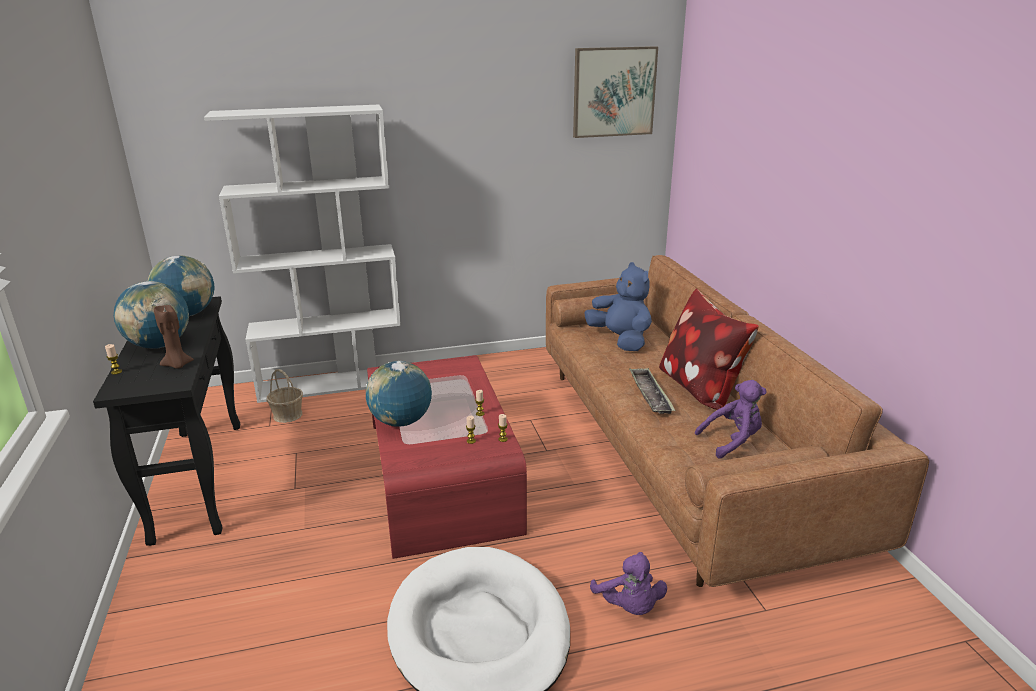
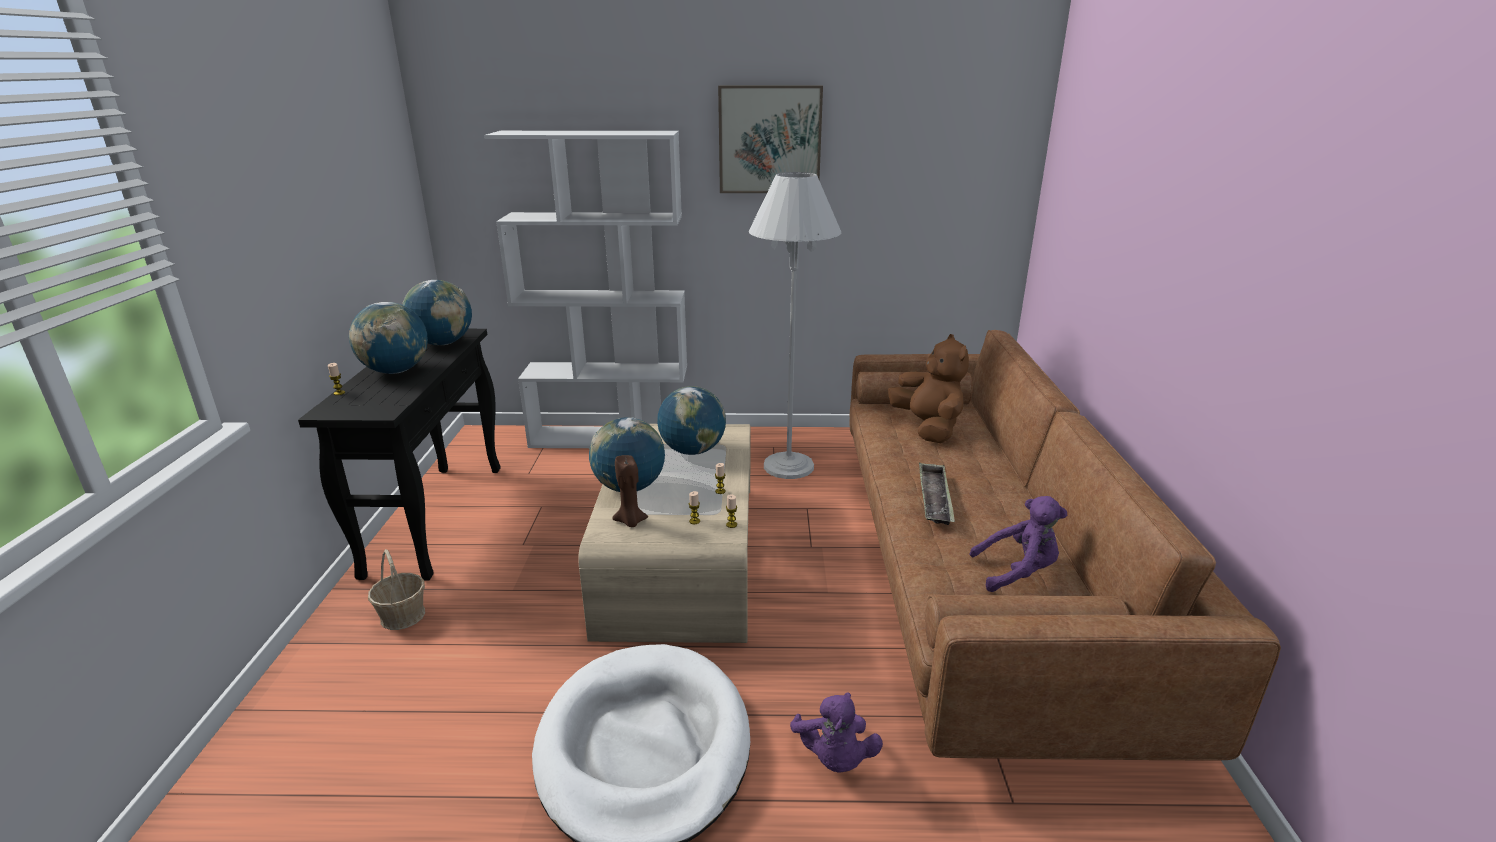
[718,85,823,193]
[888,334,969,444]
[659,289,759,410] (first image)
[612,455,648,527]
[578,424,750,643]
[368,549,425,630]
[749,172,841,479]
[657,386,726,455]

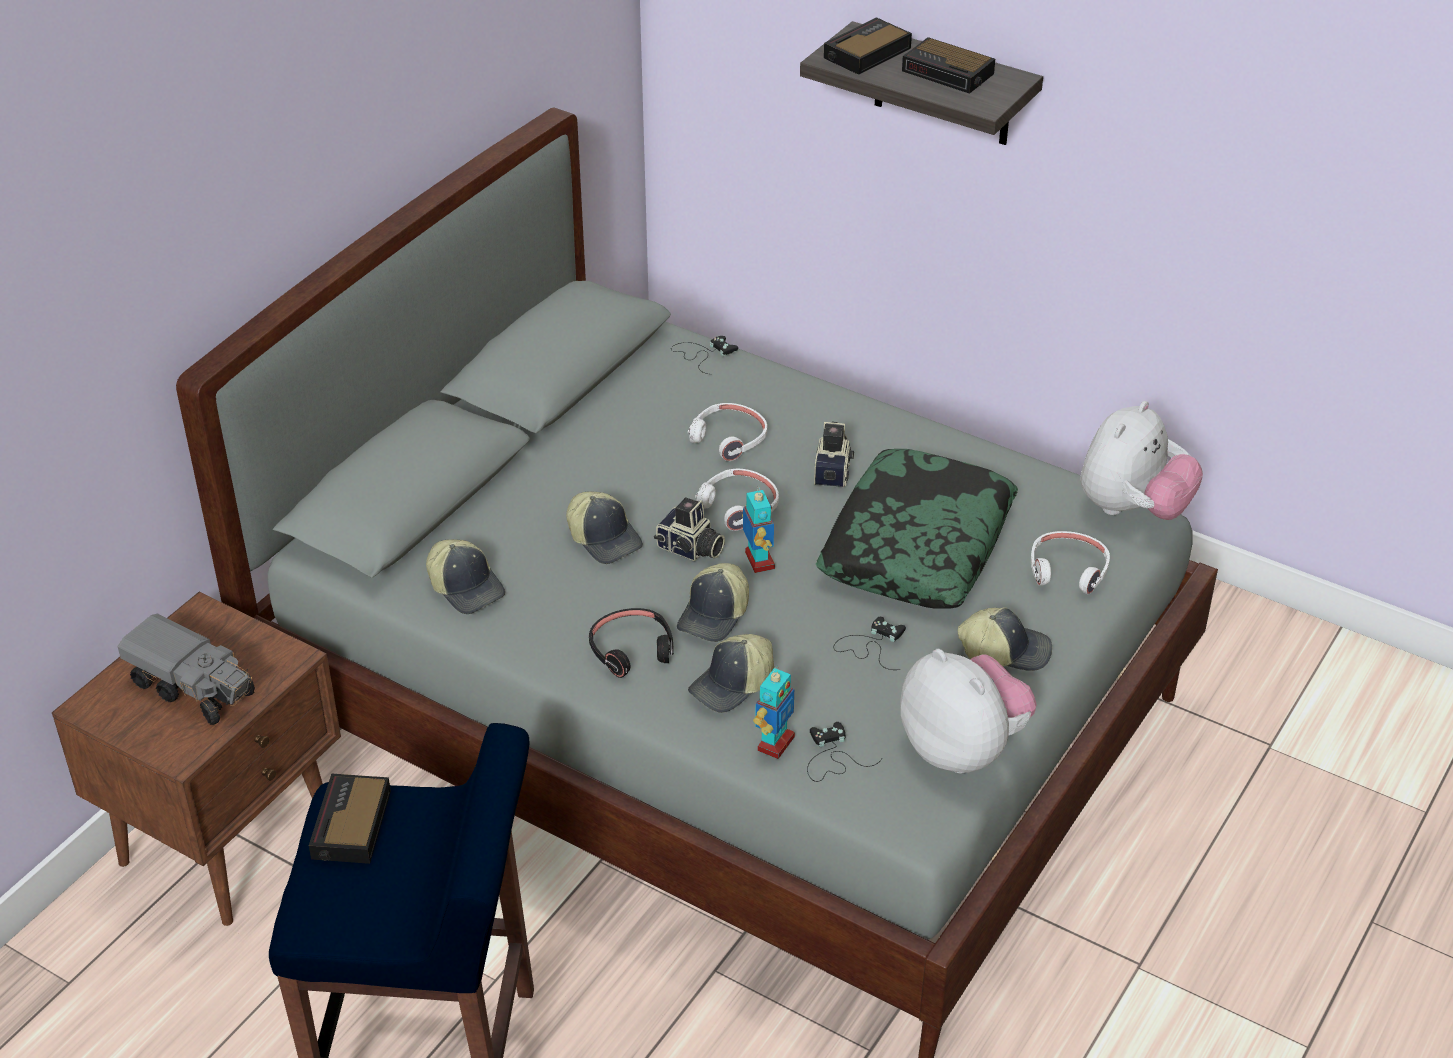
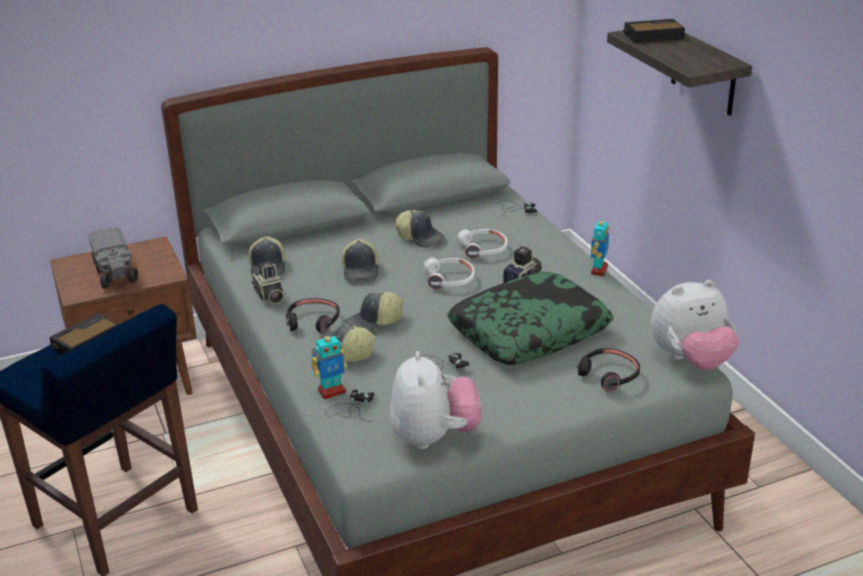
[902,37,995,94] (first image)
[591,217,609,276]
[252,261,284,305]
[577,348,640,392]
[395,210,445,248]

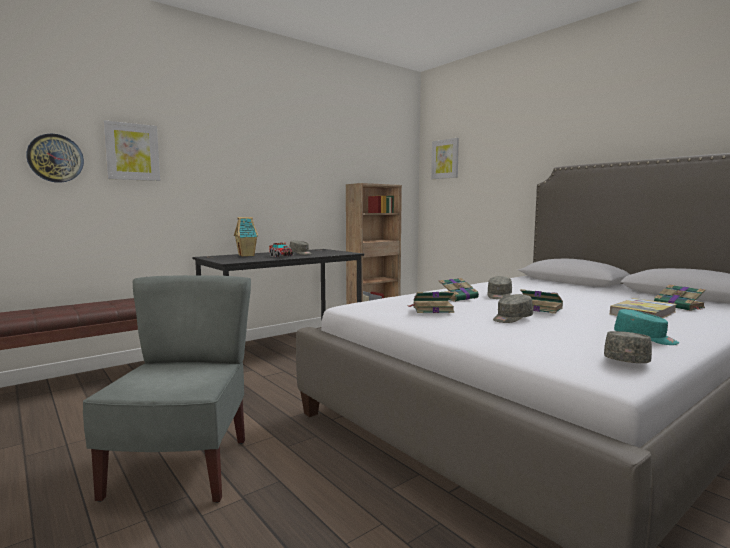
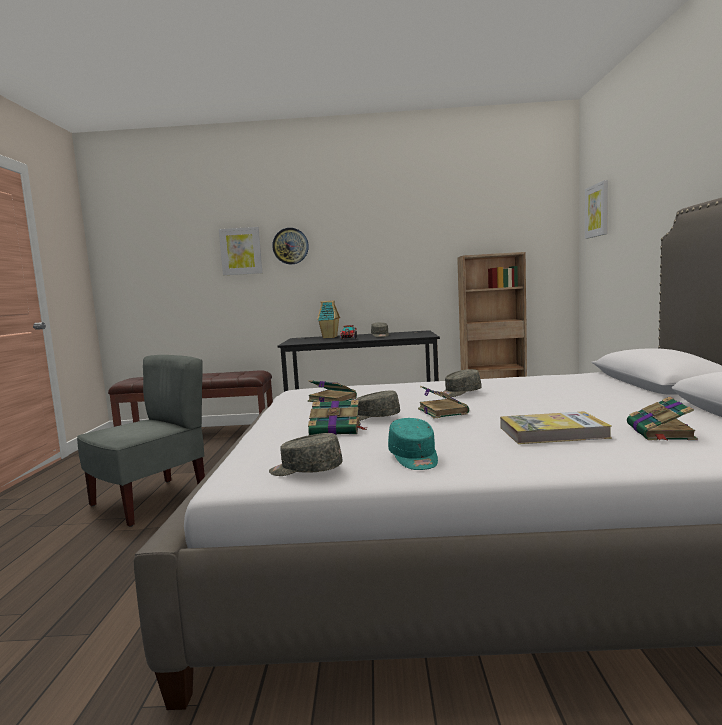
[272,228,309,264]
[308,400,367,435]
[269,433,342,476]

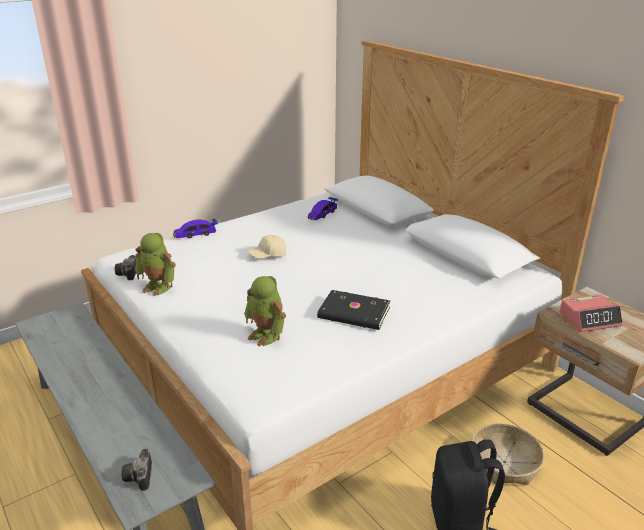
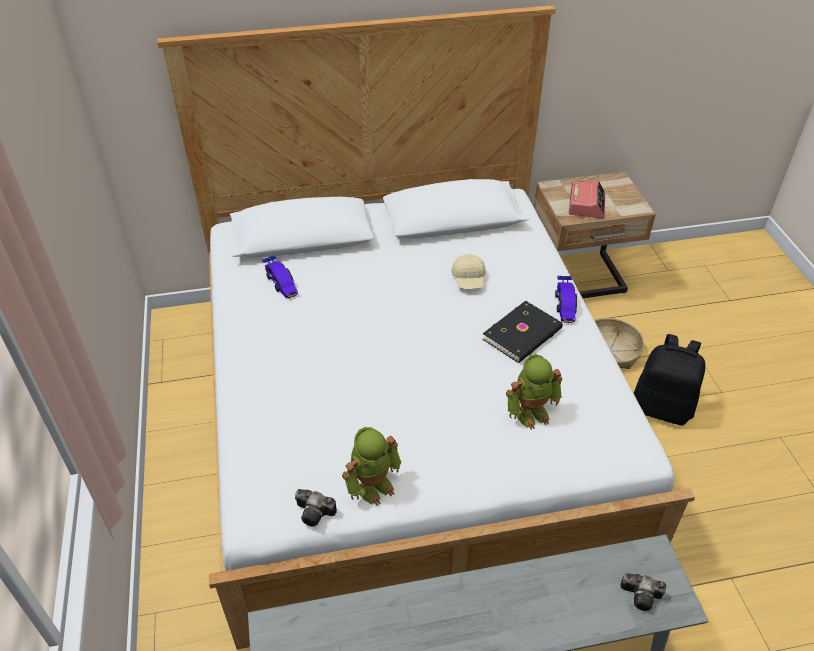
[555,276,577,323]
[451,254,486,289]

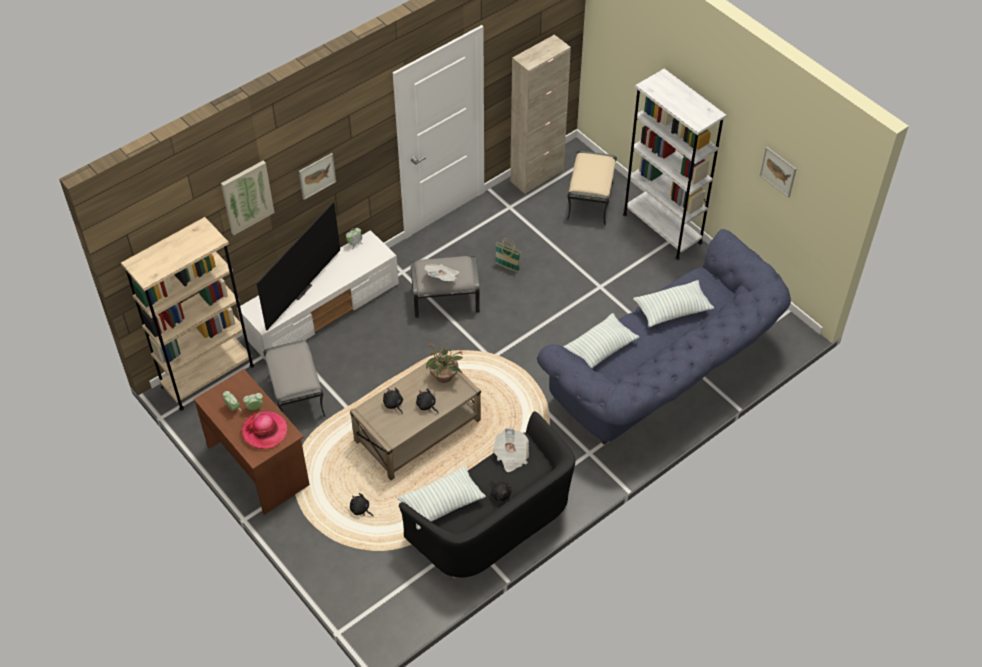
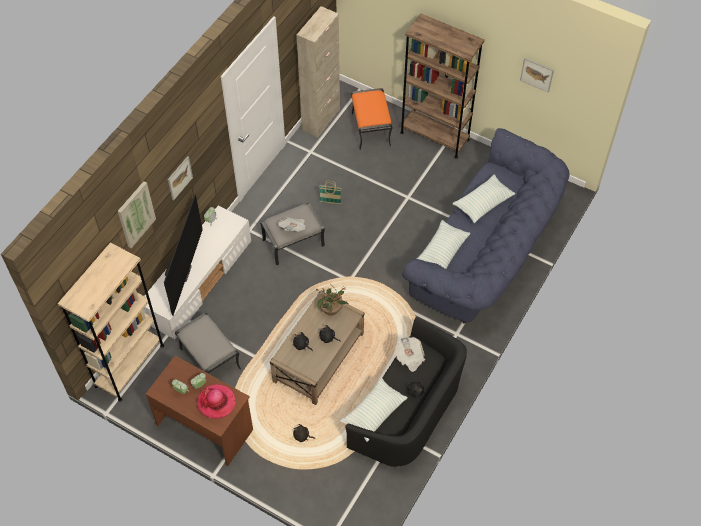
[400,13,485,159]
[351,88,393,150]

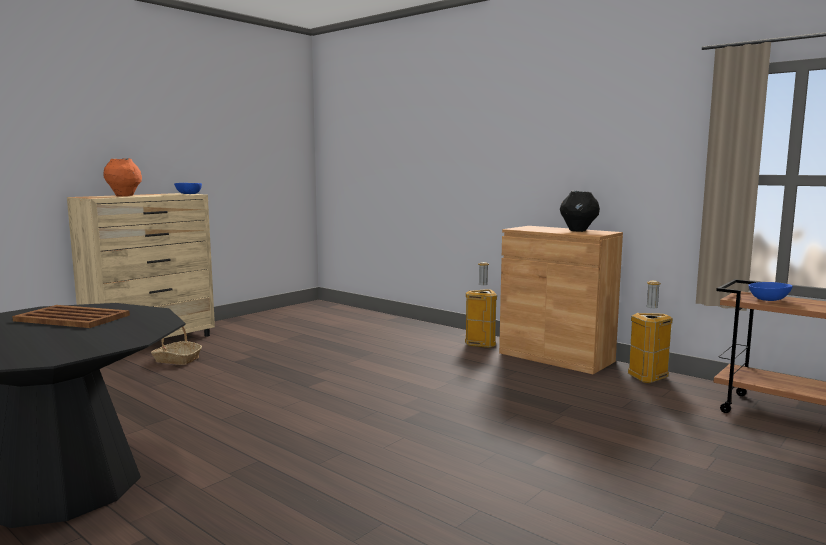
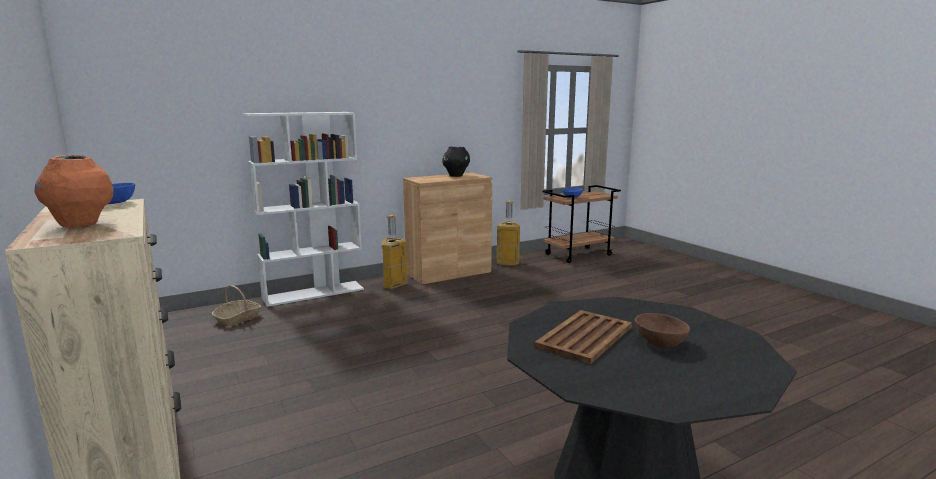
[212,285,261,326]
[243,112,364,307]
[635,313,690,348]

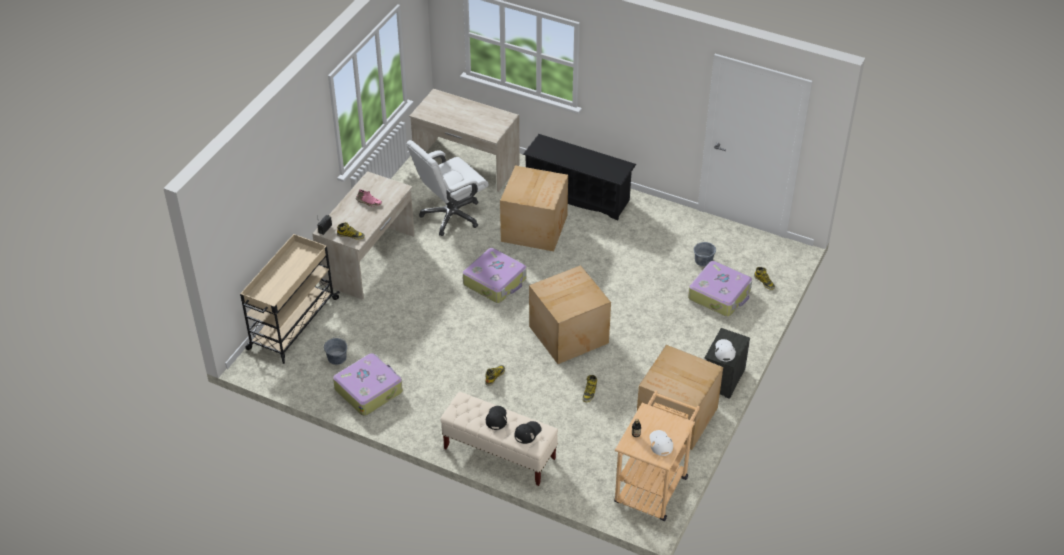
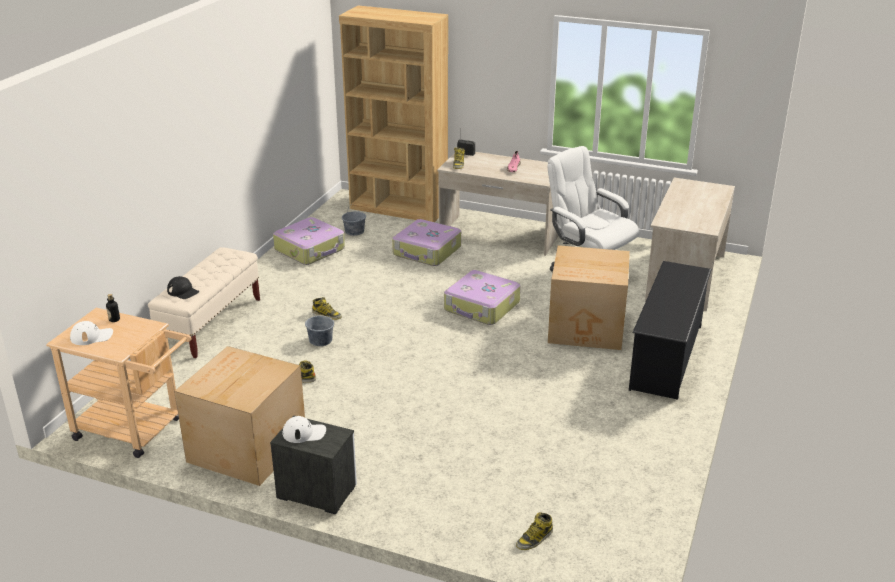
[339,5,448,222]
[305,308,334,346]
[392,219,461,266]
[529,265,611,364] (first image)
[486,406,507,430] (first image)

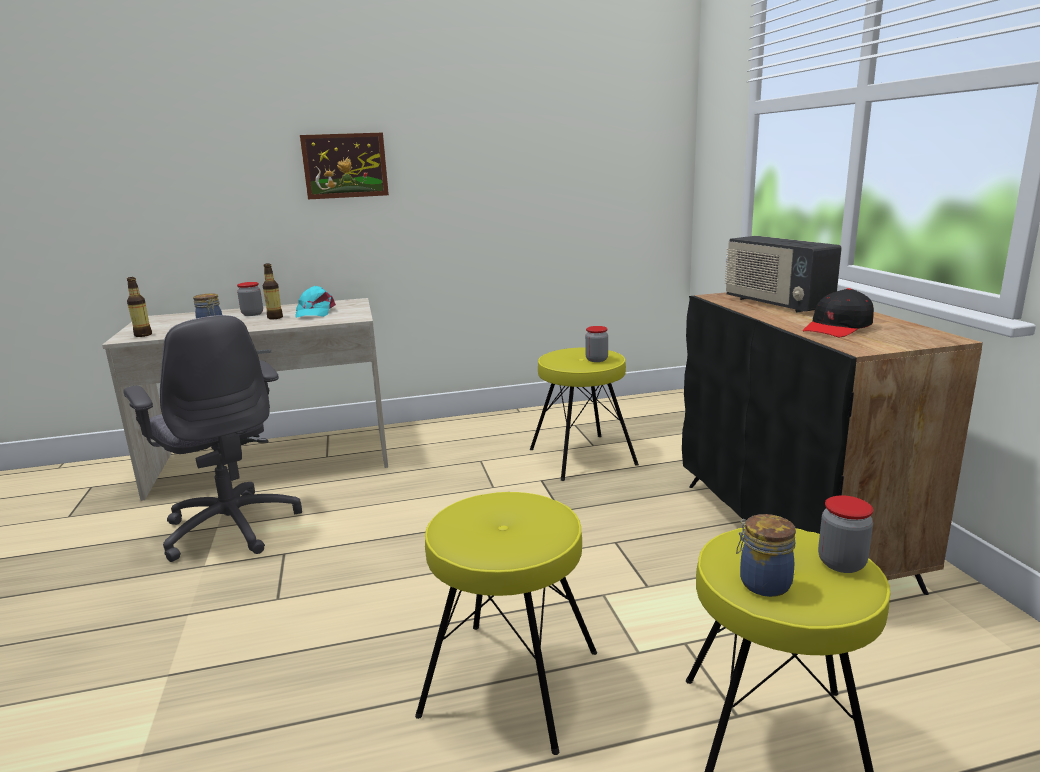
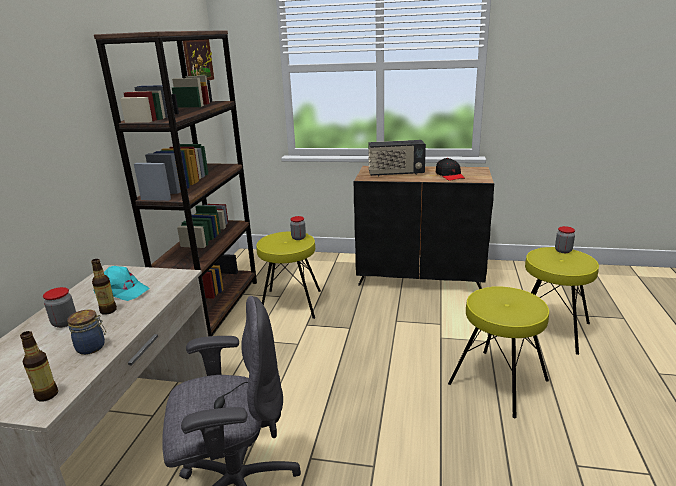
[183,39,214,80]
[736,514,796,597] (first image)
[94,30,257,336]

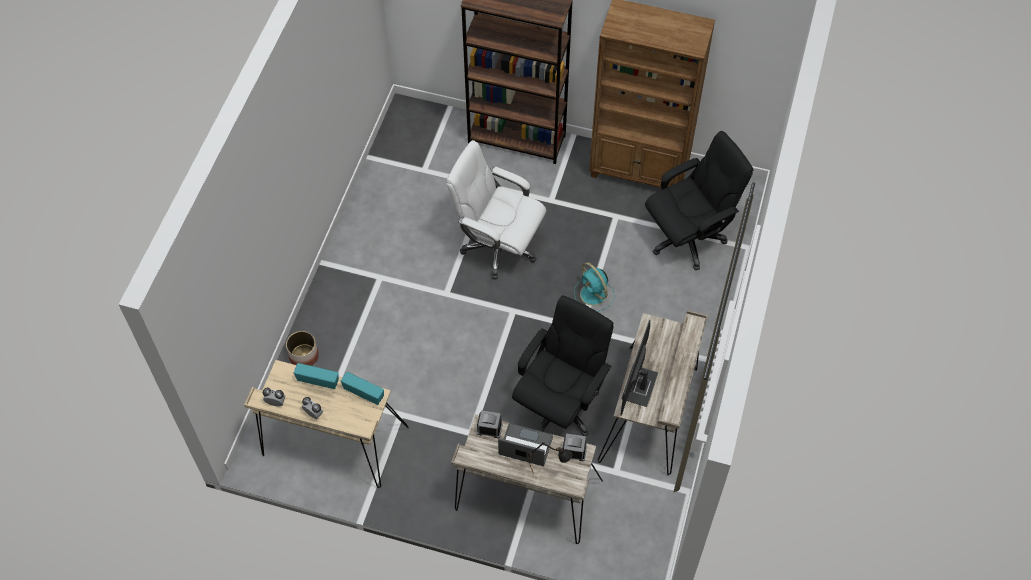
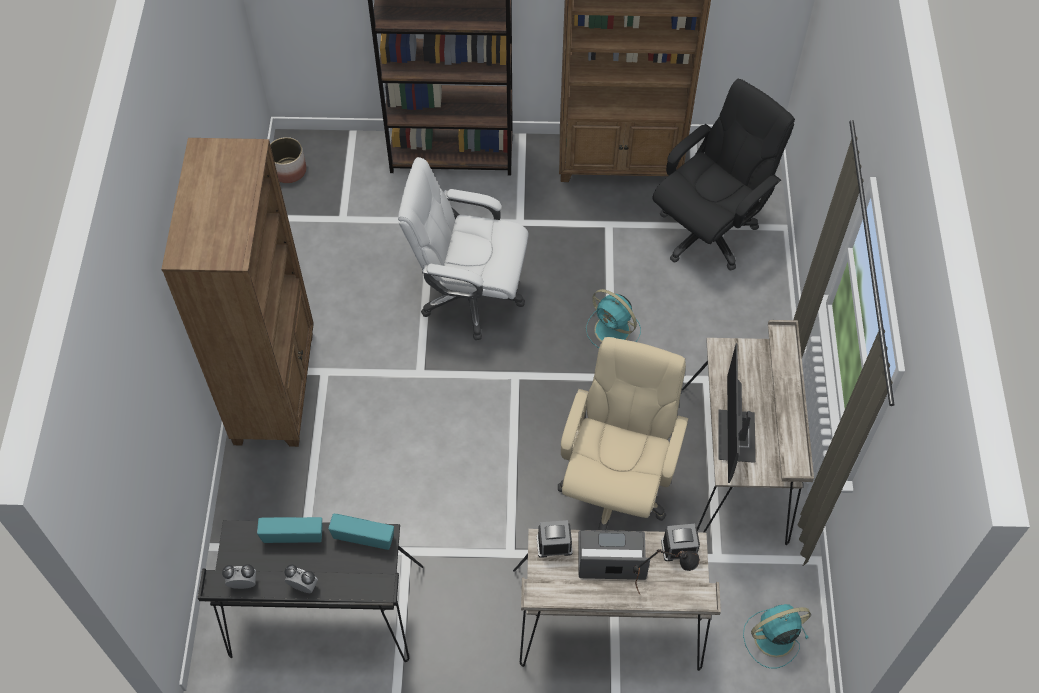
[558,337,688,530]
[270,137,306,183]
[198,520,423,662]
[161,138,314,447]
[743,604,811,668]

